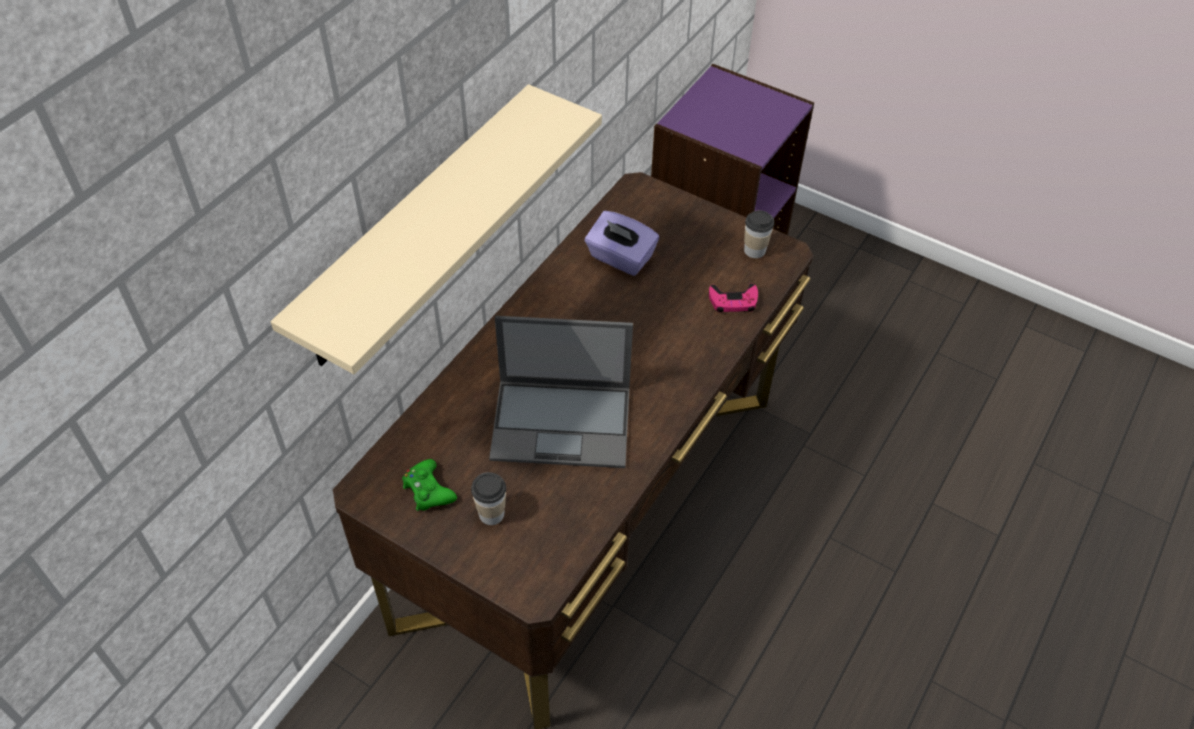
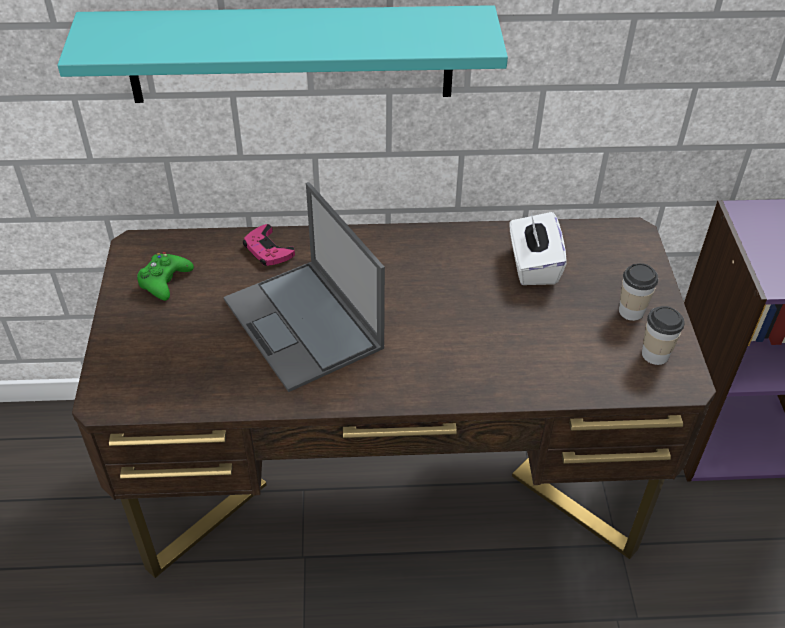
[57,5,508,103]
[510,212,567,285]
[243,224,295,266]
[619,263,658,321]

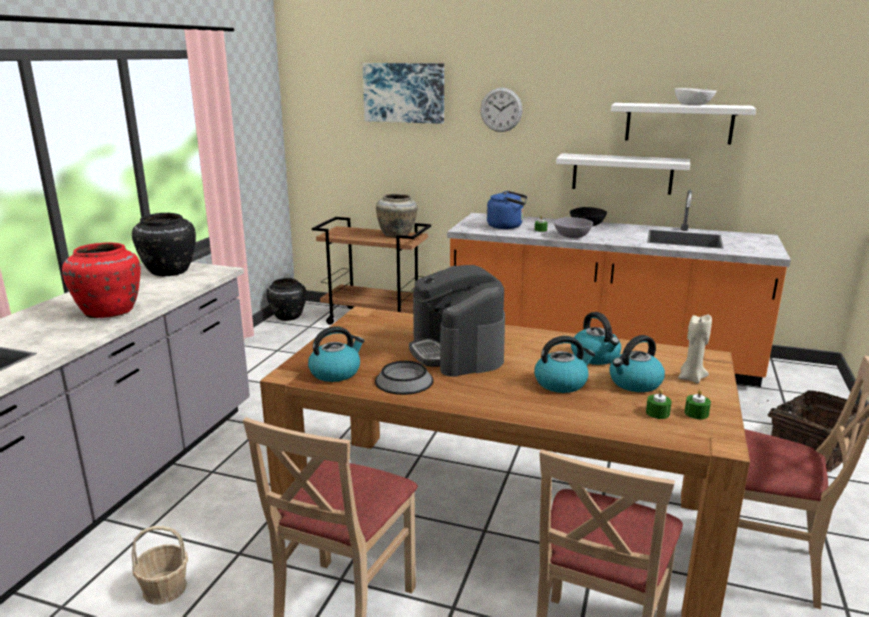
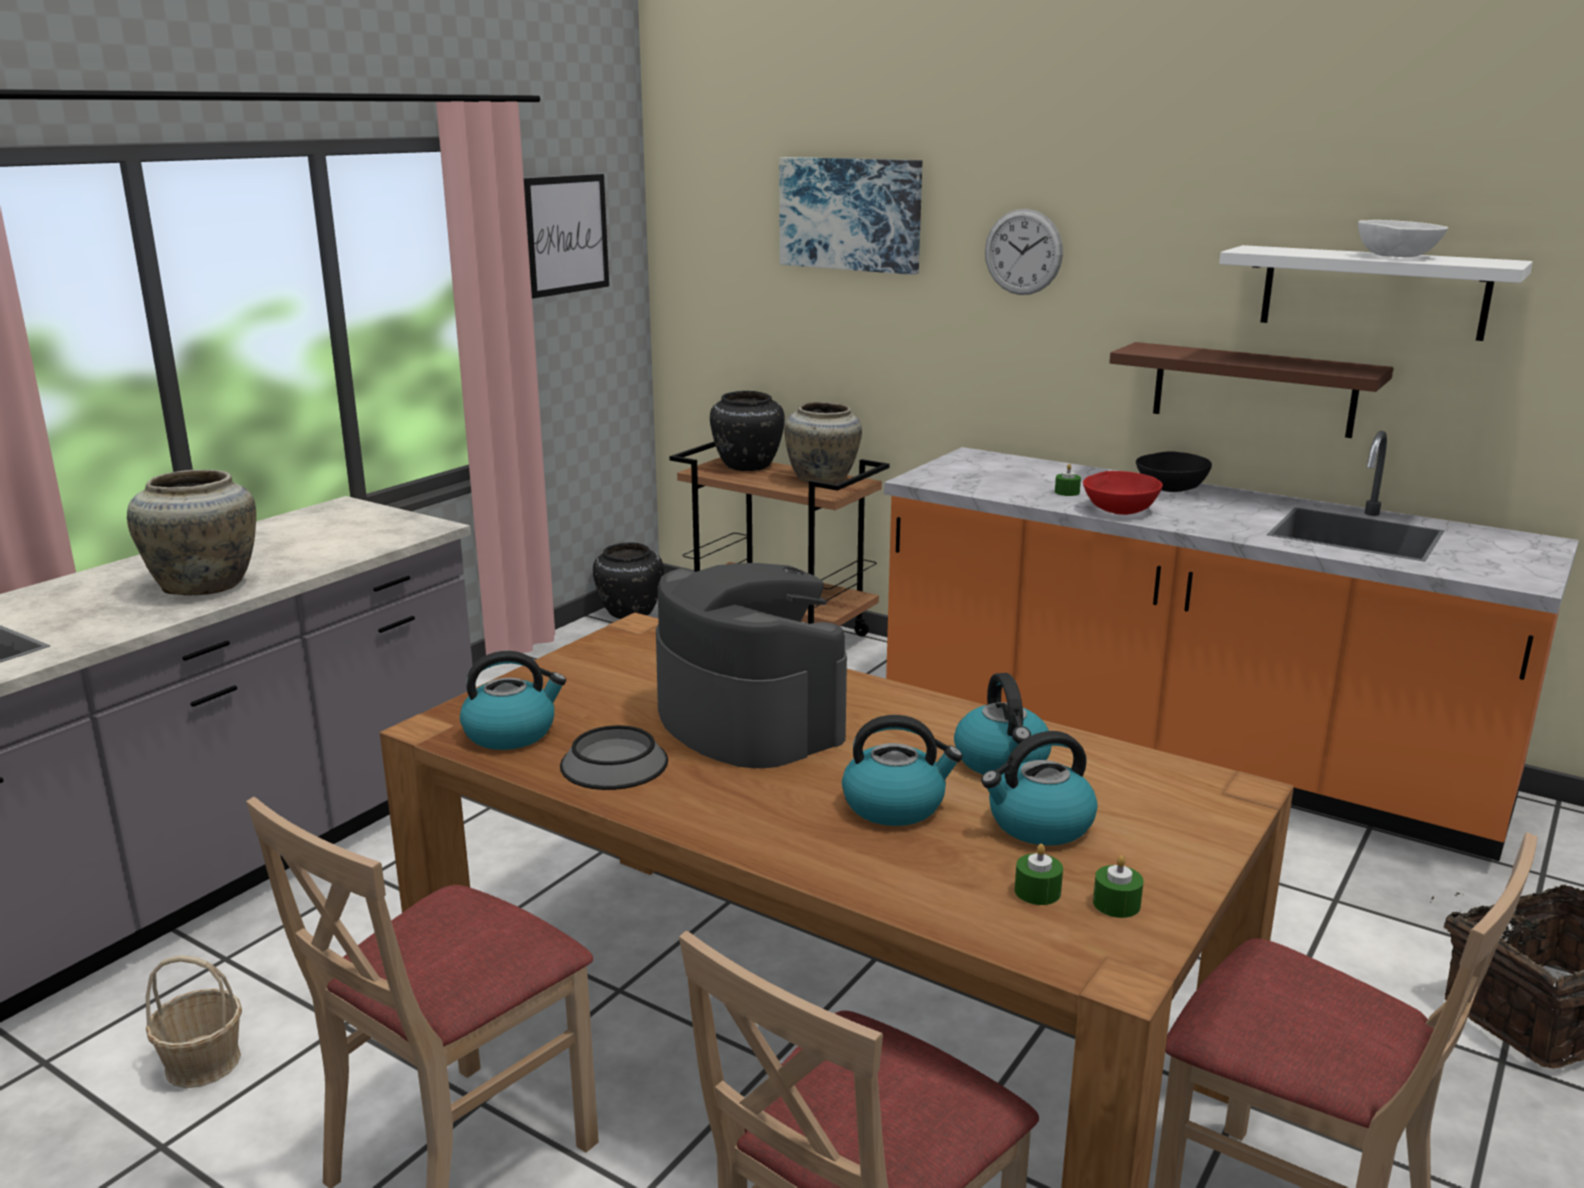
[1109,342,1394,438]
[487,191,527,229] (first image)
[710,391,785,471]
[1083,471,1163,515]
[127,469,256,595]
[656,563,847,768]
[678,315,712,383] (first image)
[524,174,609,298]

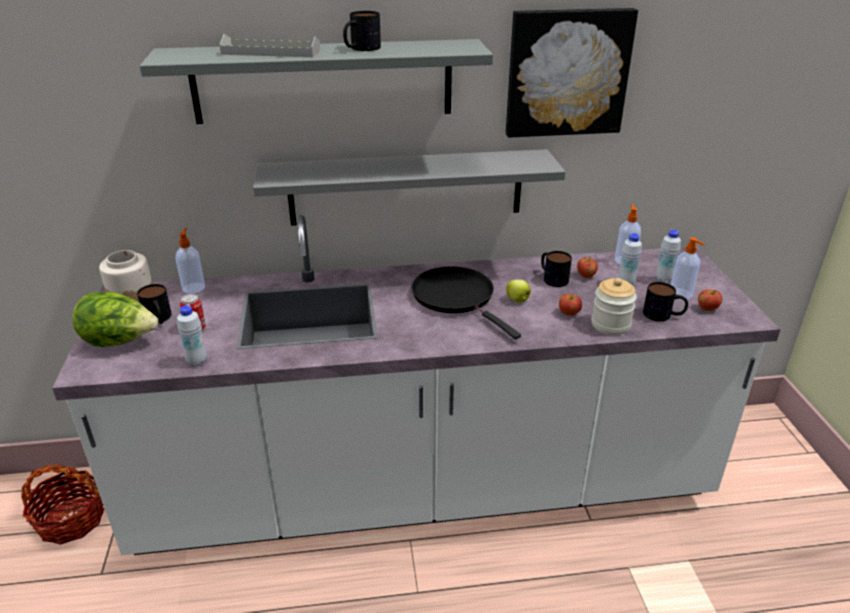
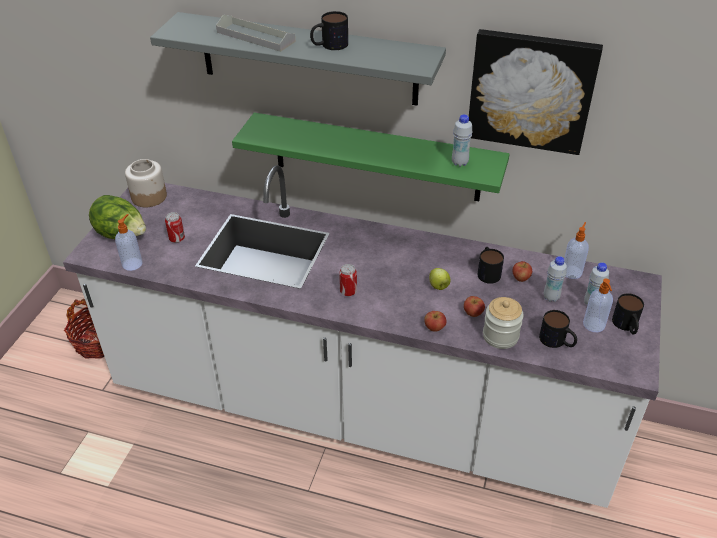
[232,112,510,201]
[115,214,142,271]
[412,266,521,339] (first image)
[612,293,644,334]
[424,311,446,332]
[452,114,473,167]
[339,264,357,296]

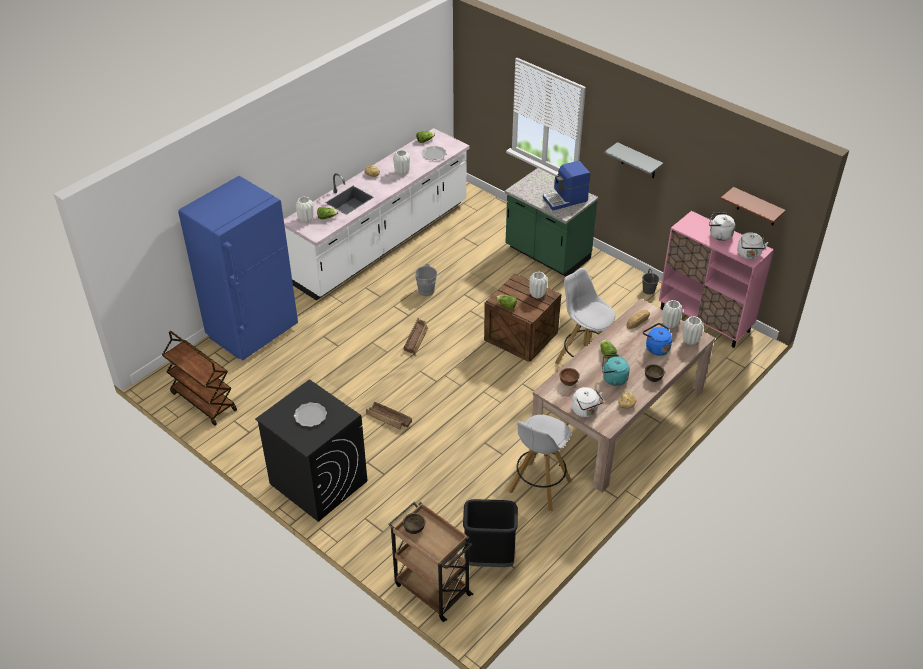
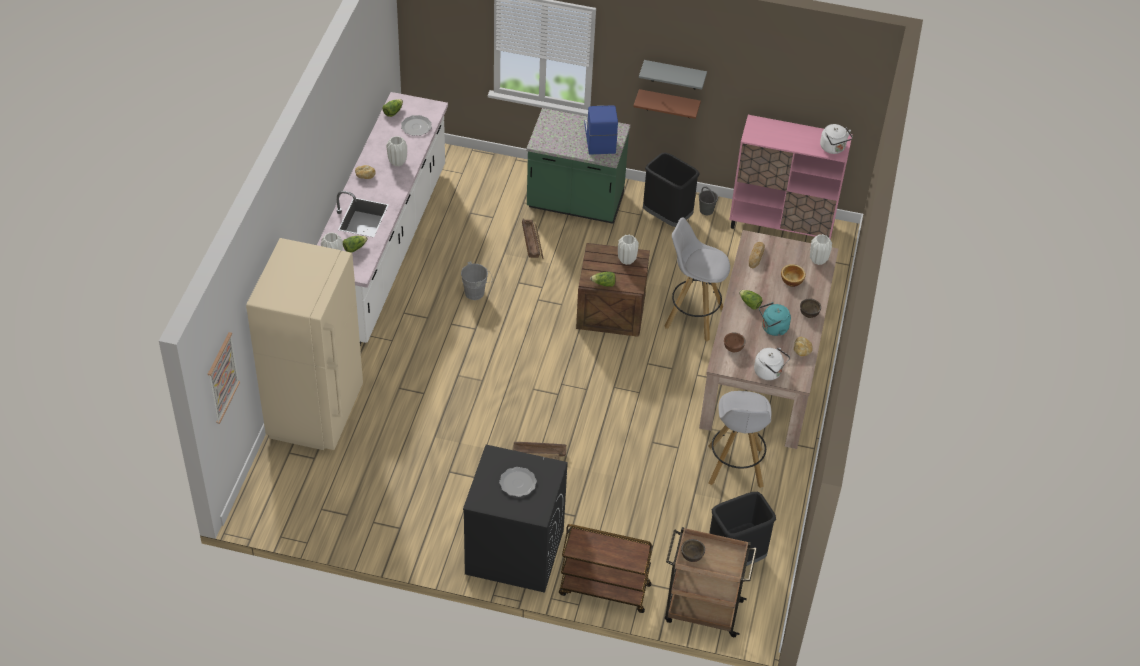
[584,105,618,155]
[246,238,363,450]
[633,89,701,119]
[709,212,735,241] (first image)
[662,300,683,328] (first image)
[522,219,543,258]
[781,264,806,287]
[559,524,653,613]
[643,152,700,227]
[208,332,240,424]

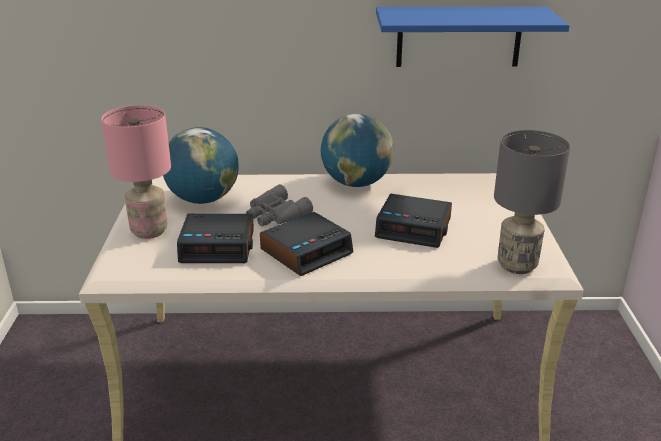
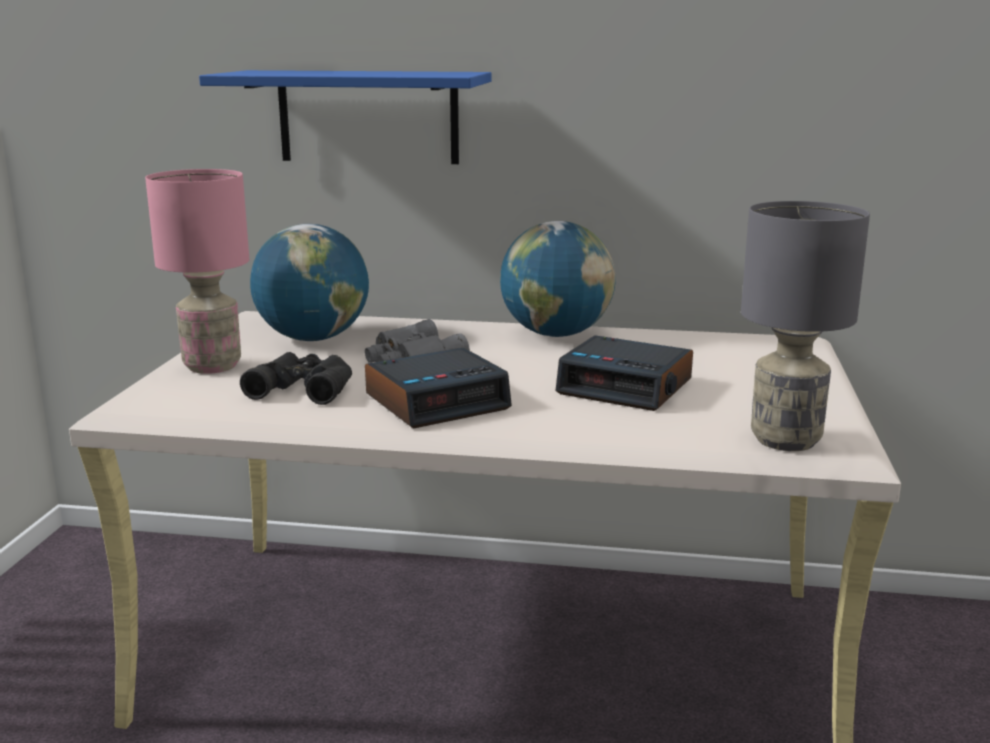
[199,70,492,164]
[240,352,352,405]

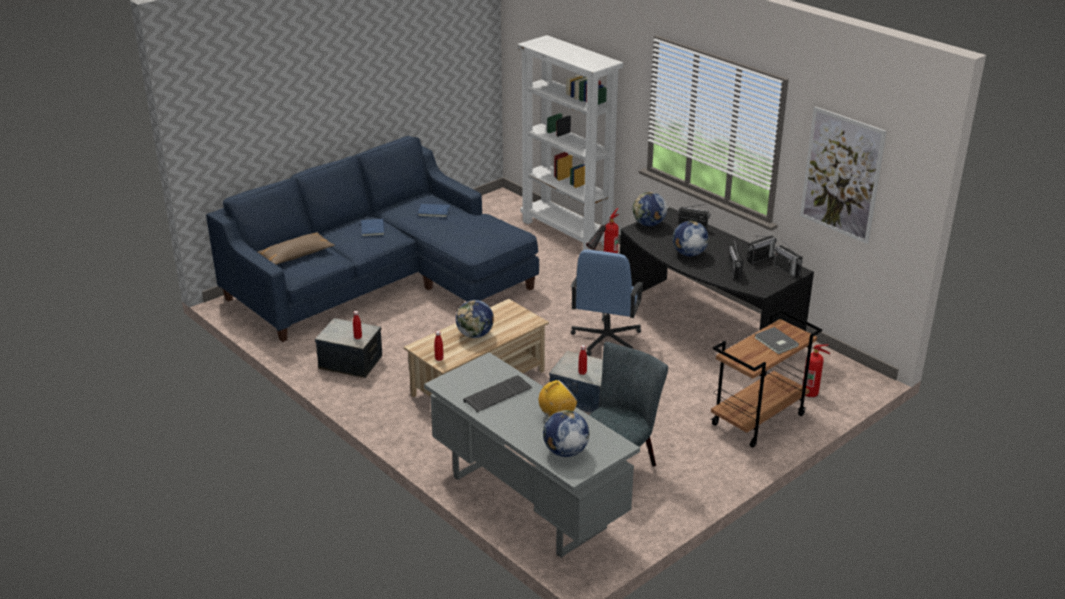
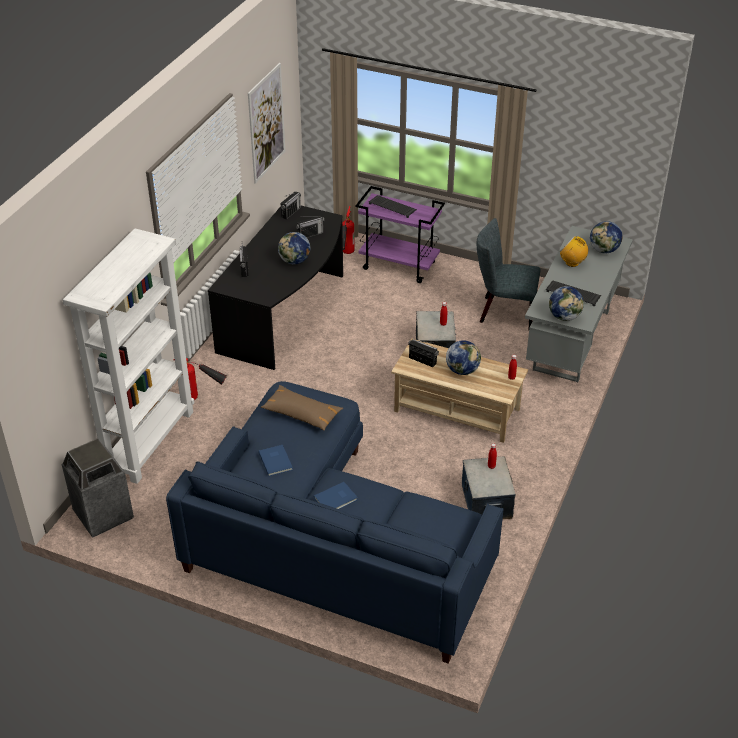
[549,286,584,321]
[261,385,343,430]
[408,339,439,367]
[571,250,644,356] (first image)
[356,186,445,283]
[369,195,417,218]
[62,438,134,537]

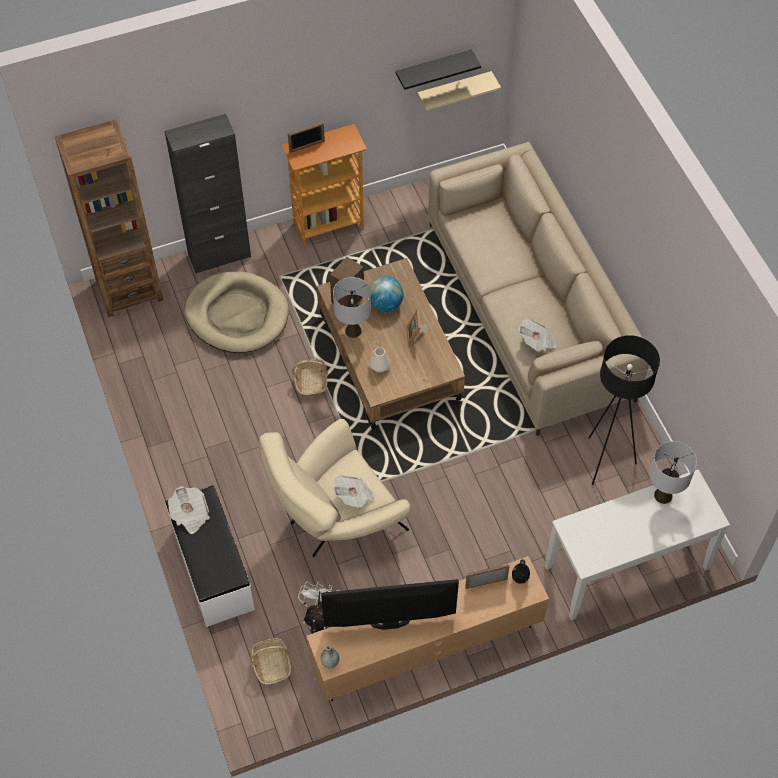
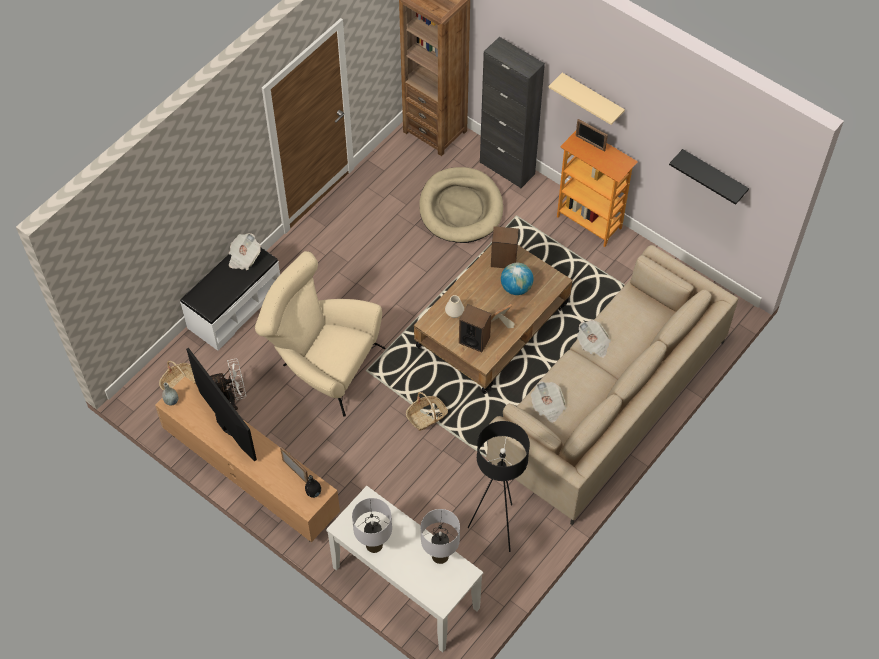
[549,73,625,125]
[352,498,392,553]
[406,392,448,431]
[577,320,611,358]
[459,304,491,353]

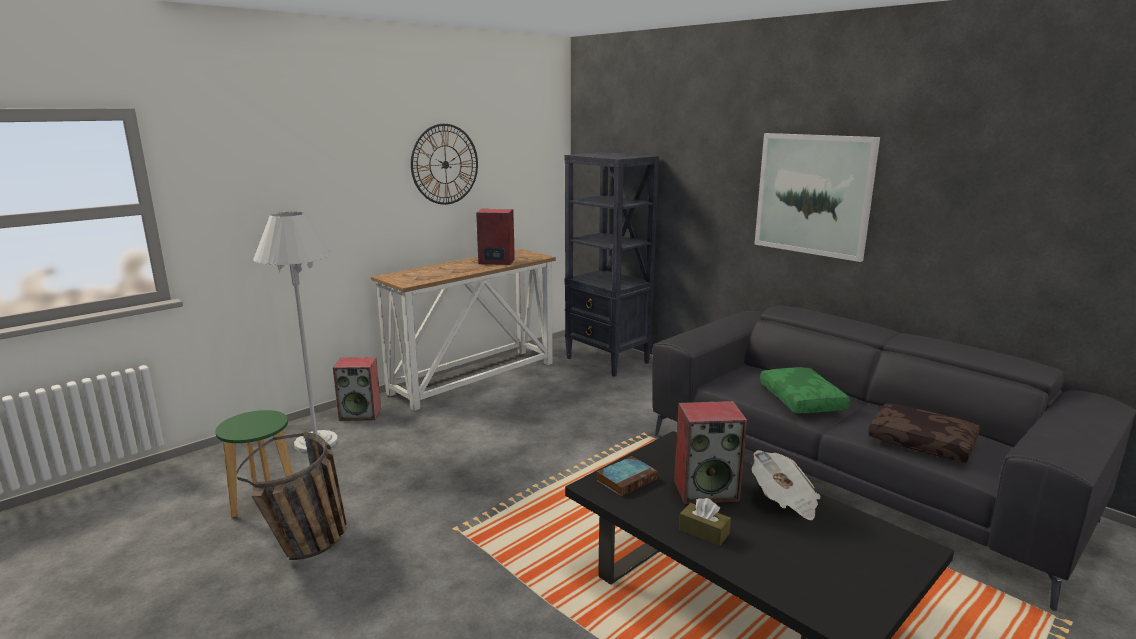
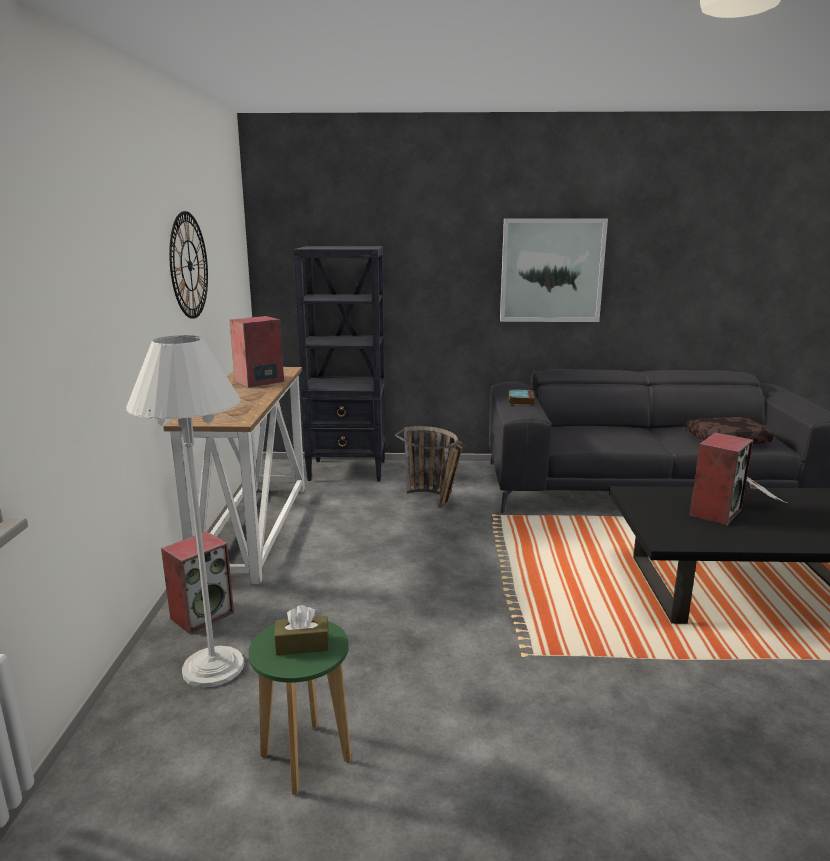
[760,367,850,414] (first image)
[395,426,463,508]
[508,389,535,405]
[274,605,329,655]

